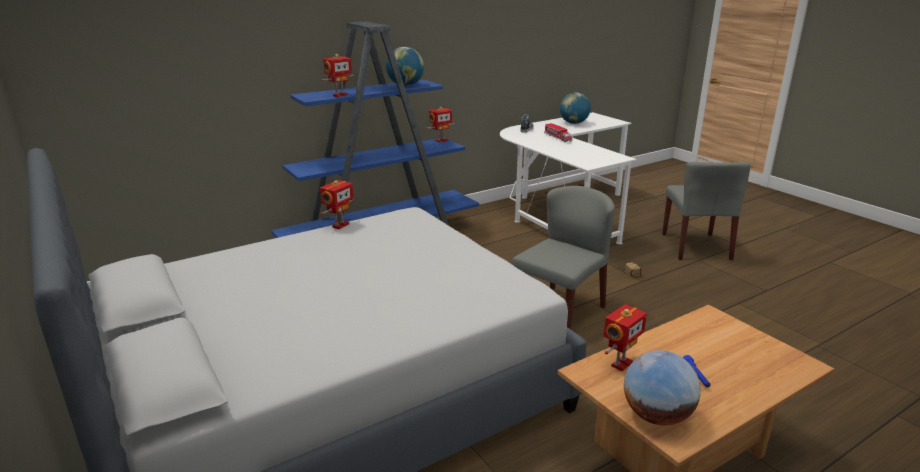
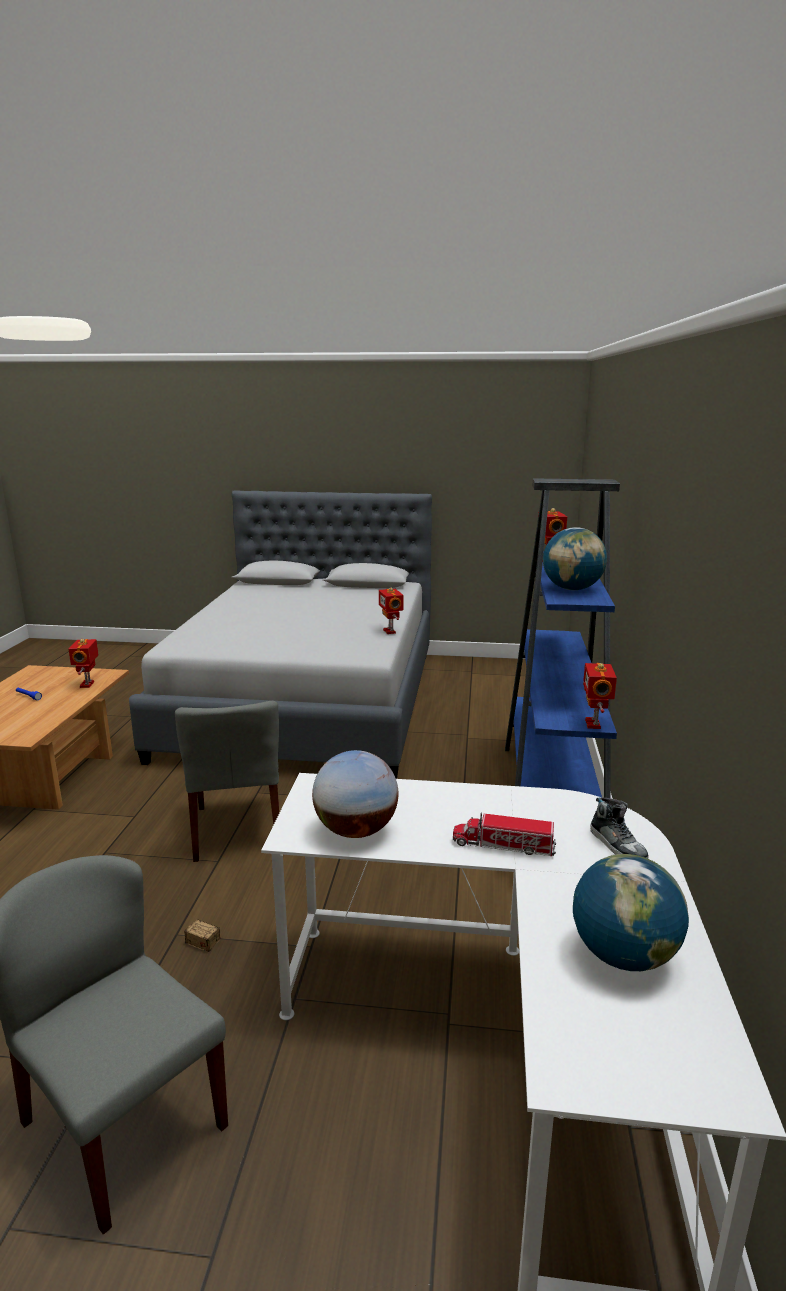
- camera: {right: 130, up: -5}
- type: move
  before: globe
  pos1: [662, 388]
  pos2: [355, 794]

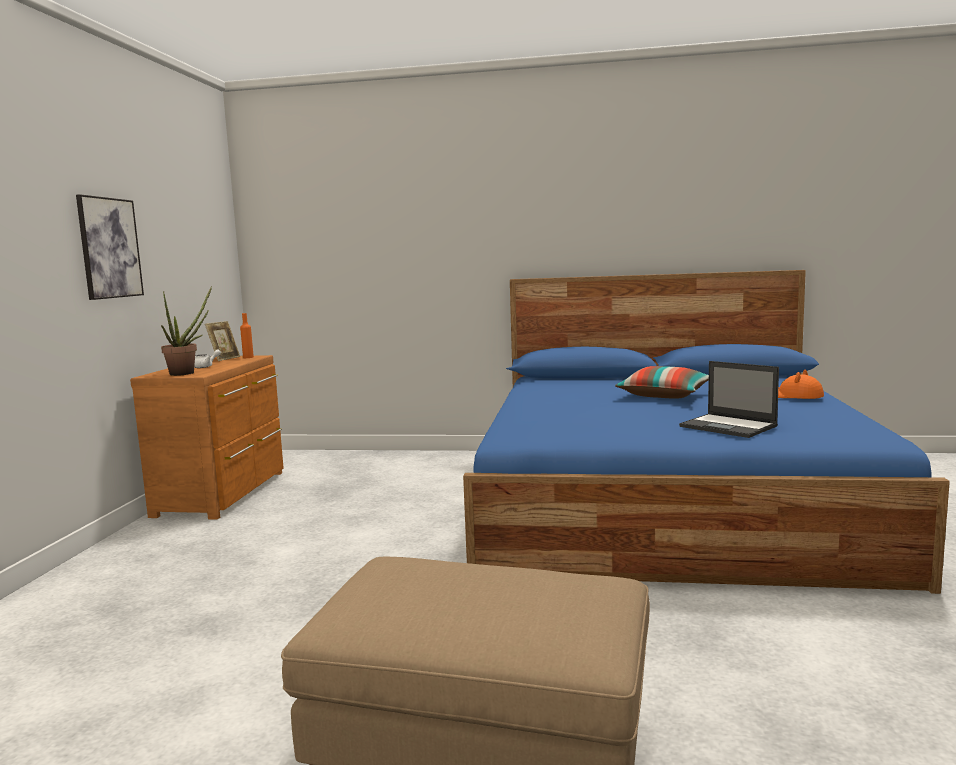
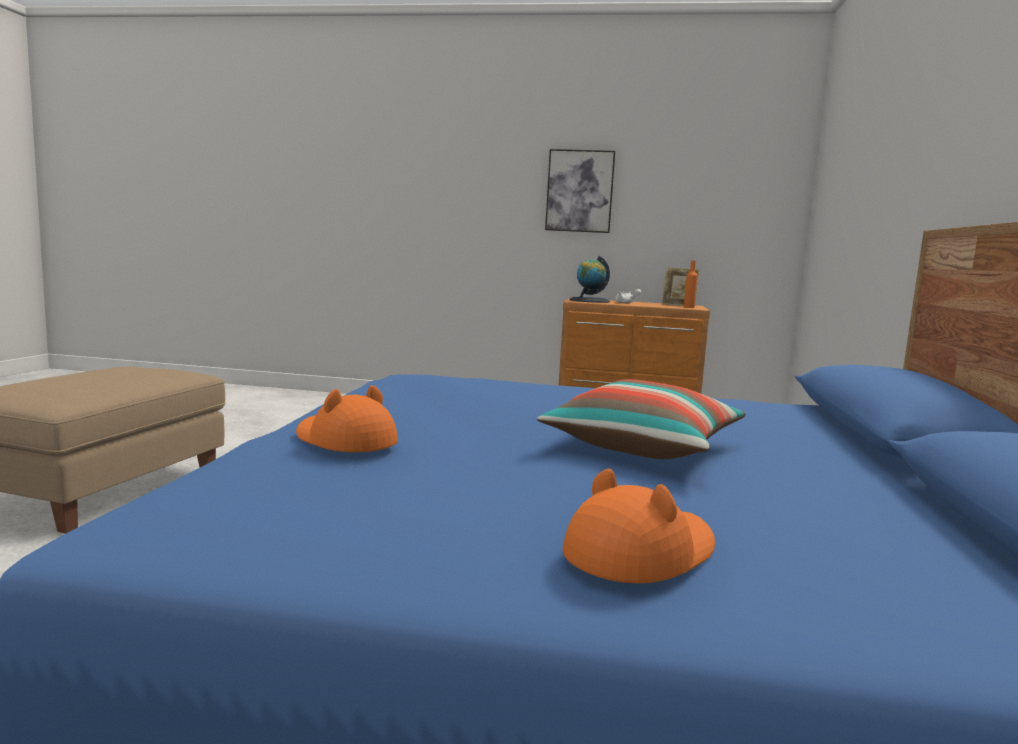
- camera: {right: 90, up: 0}
- type: replace
  before: plante en pot
  after: globe
  pos1: [186, 331]
  pos2: [589, 279]
- type: replace
  before: ordinateur portable
  after: chapeau/orange
  pos1: [729, 399]
  pos2: [347, 418]

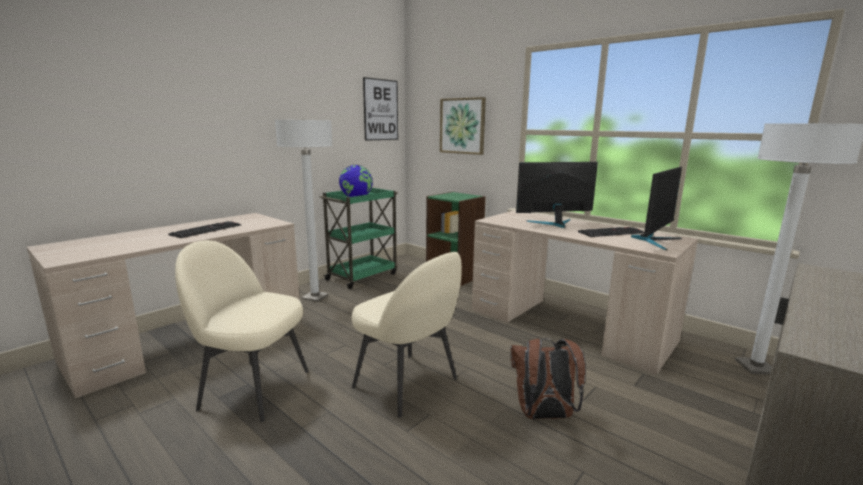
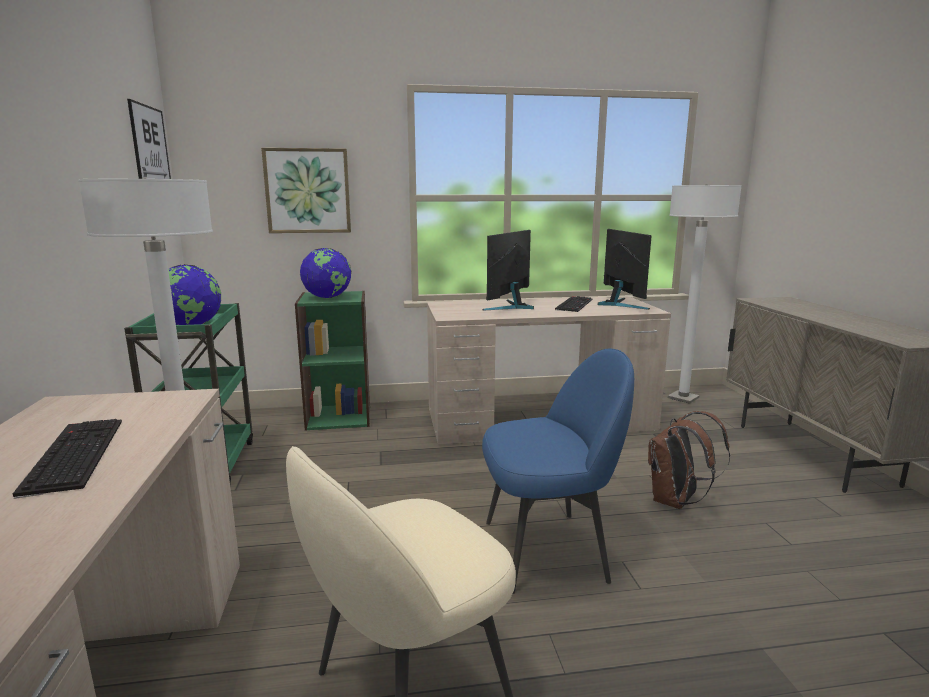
- camera: {right: -50, up: 0}
- type: insert
  after: globe
  pos2: [325, 273]
- type: recolor
  before: chaise/beige
  after: chaise/bleu
  pos1: [407, 335]
  pos2: [558, 471]

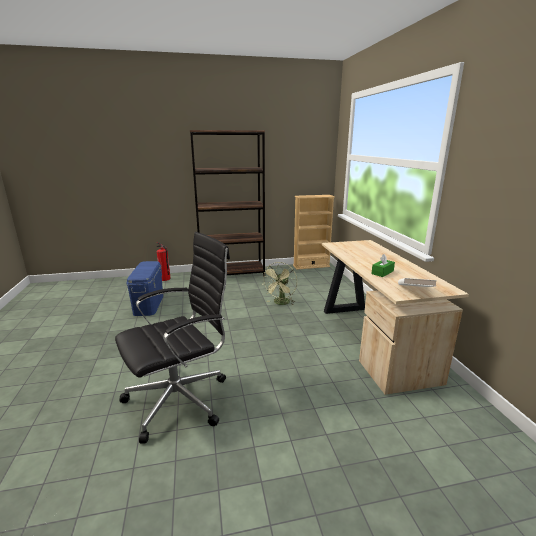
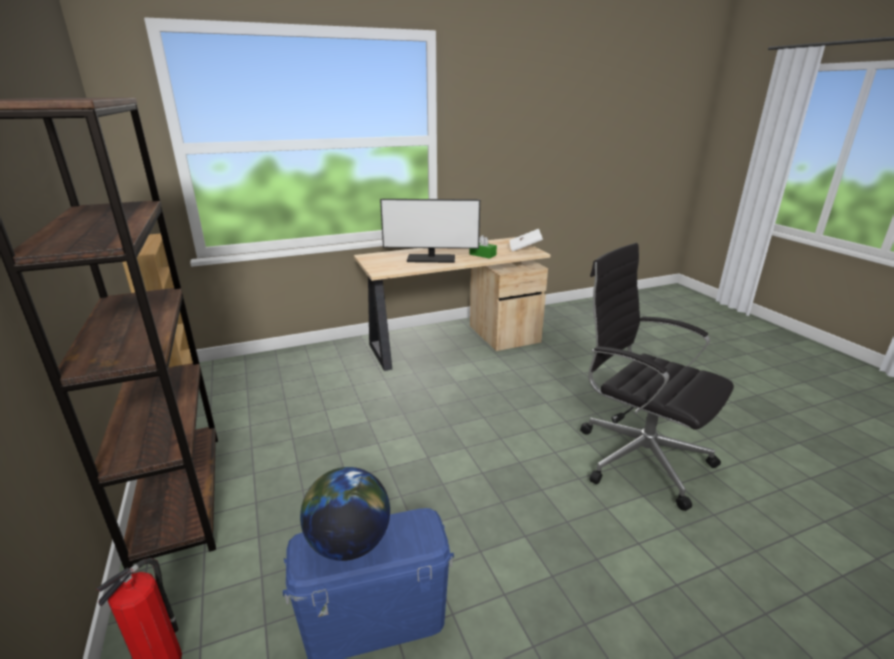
- camera: {right: -100, up: 5}
- type: delete
  before: ventilateur/vert
  pos1: [279, 283]
- type: insert
  after: globe
  pos2: [345, 514]
- type: insert
  after: écran d'ordinateur
  pos2: [430, 231]

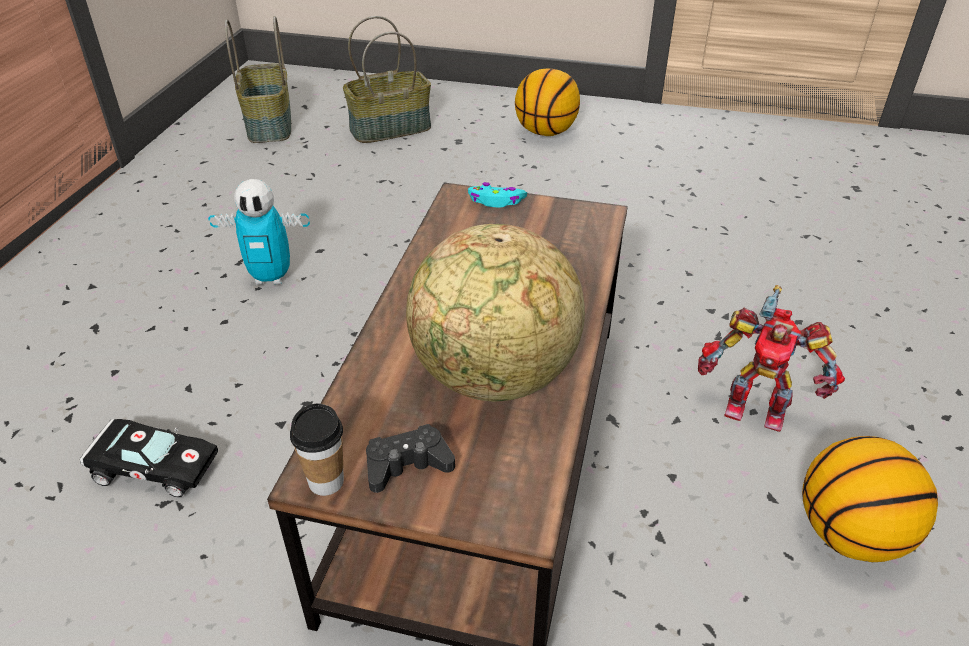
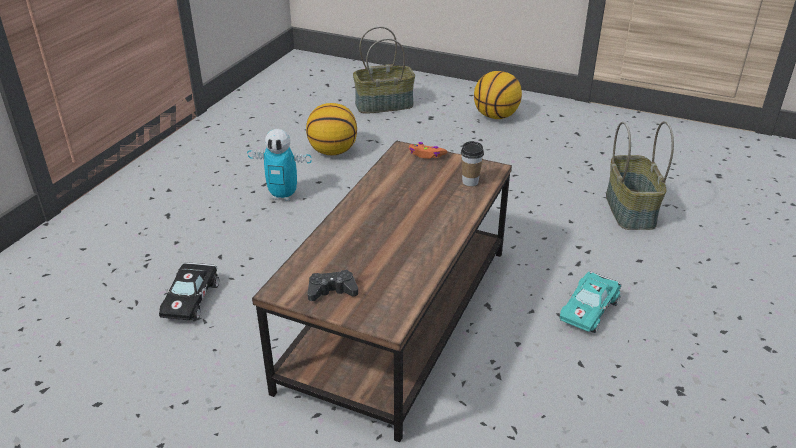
- camera: {right: 10, up: -5}
- type: delete
  before: globe
  pos1: [495, 313]
- type: move
  before: panier
  pos1: [258, 79]
  pos2: [640, 175]
- type: move
  before: tasse
  pos1: [317, 449]
  pos2: [472, 163]
- type: move
  before: ballon de basket
  pos1: [870, 499]
  pos2: [331, 129]
- type: replace
  before: robot jouet
  after: petite voiture/turquoise
  pos1: [771, 358]
  pos2: [590, 302]
- type: recolor
  before: manette/turquoise
  after: manette/orange
  pos1: [497, 194]
  pos2: [428, 150]
- type: rotate
  before: petite voiture/noir
  pos1: [149, 458]
  pos2: [189, 291]
  turn: 75

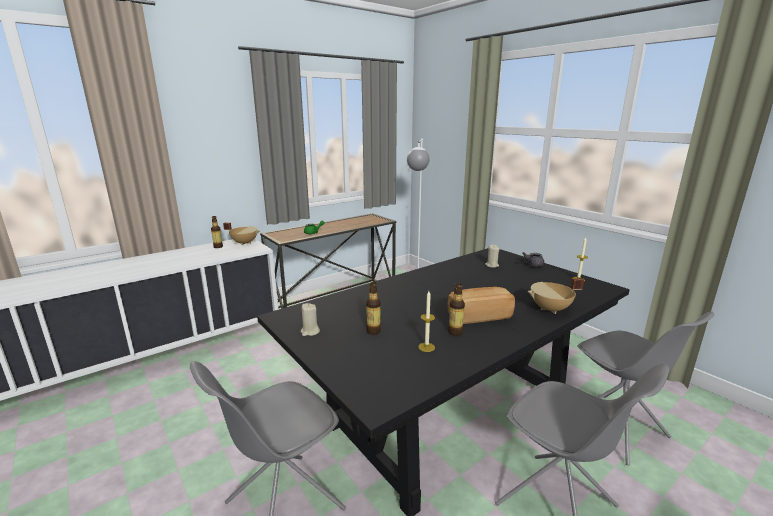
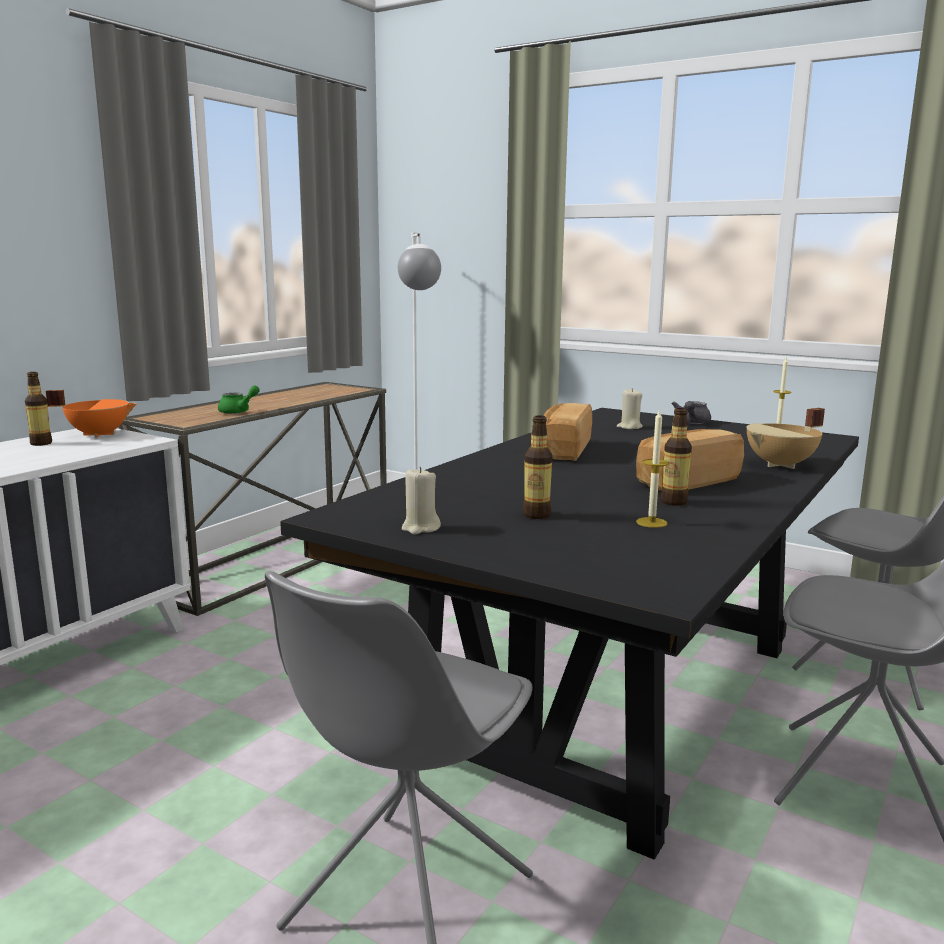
- camera: {right: -20, up: -5}
- type: insert
  after: pain
  pos2: [568, 432]
- type: recolor
  before: marmite/beige
  after: marmite/orange
  pos1: [241, 233]
  pos2: [91, 414]

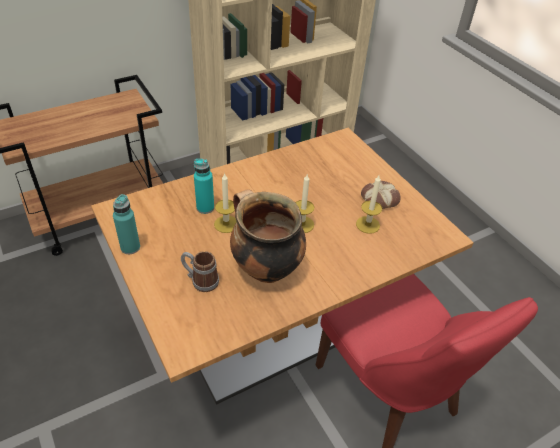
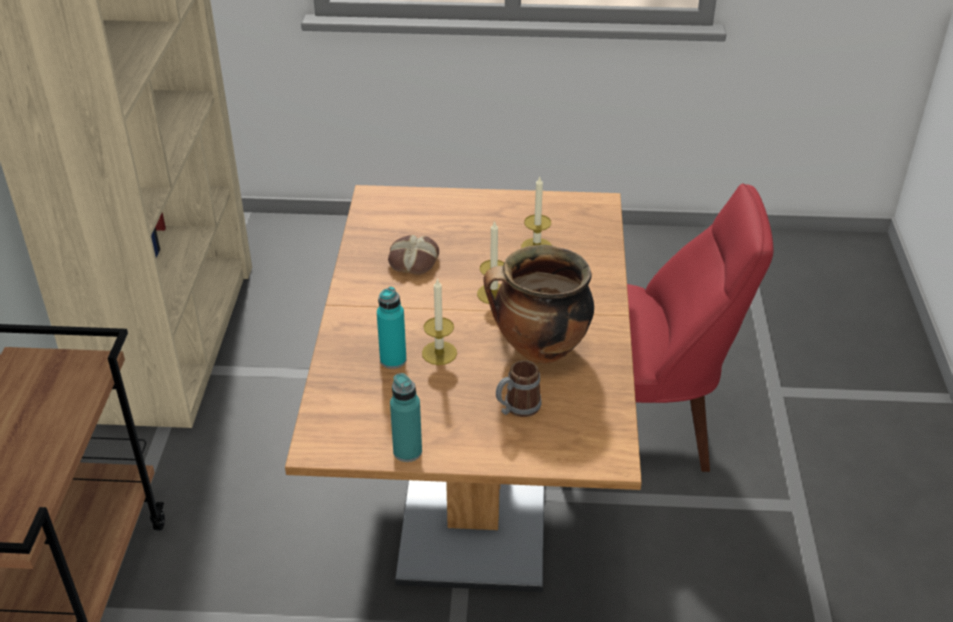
- camera: {right: -55, up: -5}
- type: move
  before: pain
  pos1: [381, 195]
  pos2: [413, 255]

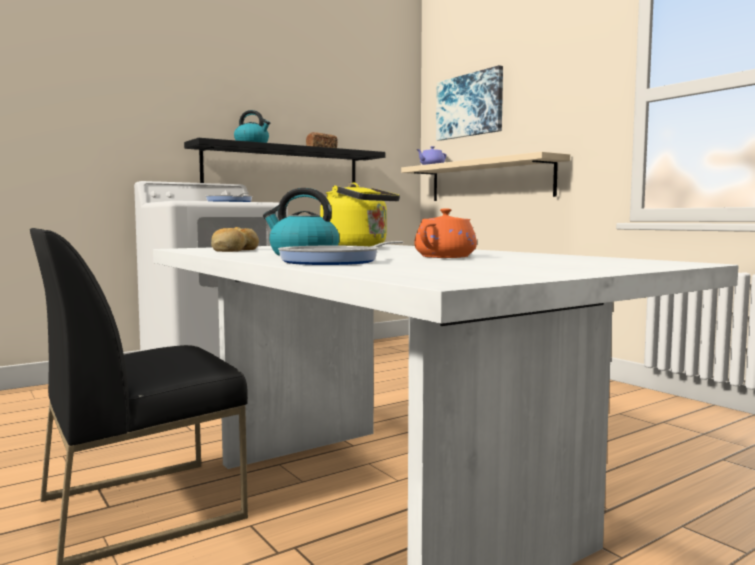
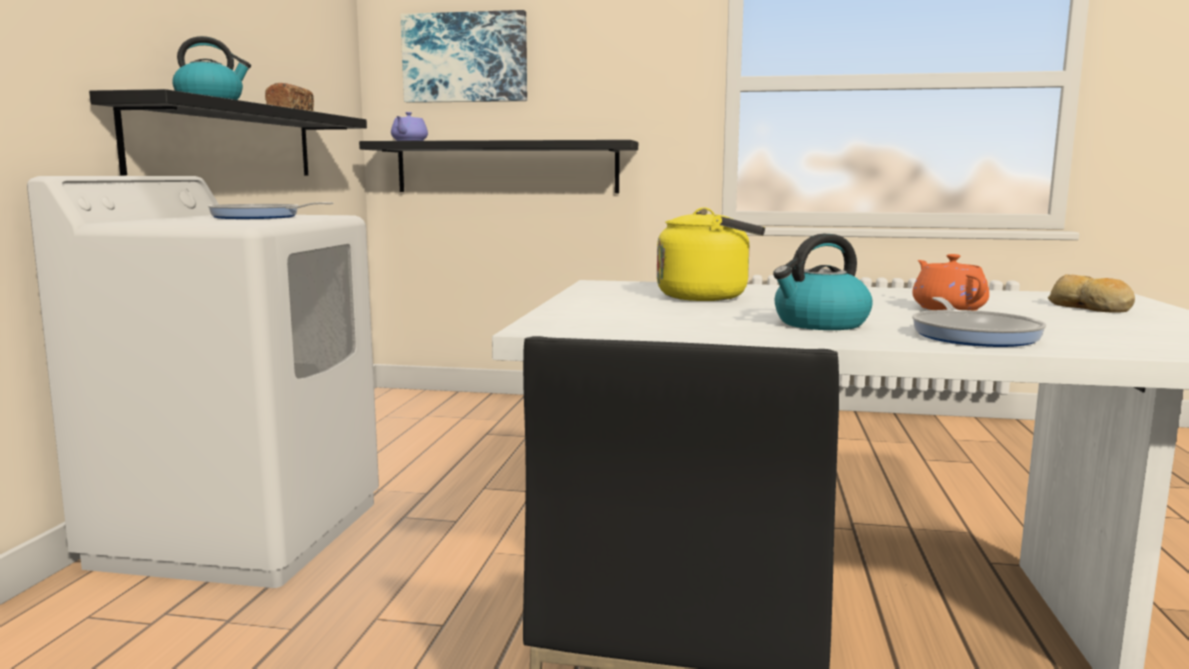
- camera: {right: -45, up: 5}
- type: move
  before: pain
  pos1: [235, 239]
  pos2: [1091, 293]
- type: recolor
  before: étagère/beige
  after: étagère/noir
  pos1: [485, 176]
  pos2: [498, 166]

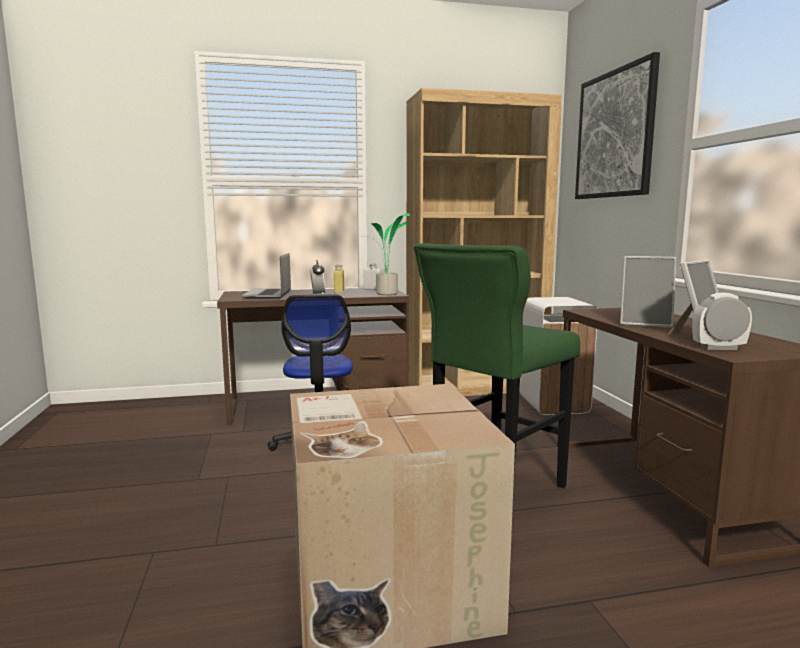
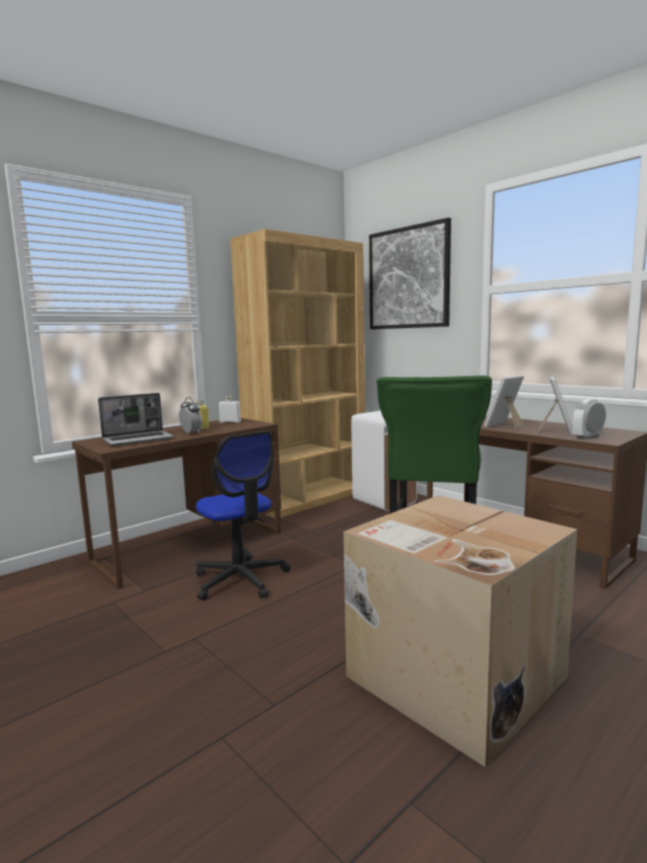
- camera: {right: -30, up: 0}
- type: delete
  before: plante en pot
  pos1: [385, 254]
- type: rotate
  before: ordinateur portable
  pos1: [266, 276]
  pos2: [136, 419]
  turn: -90
- type: rotate
  before: cadre photo
  pos1: [648, 292]
  pos2: [504, 402]
  turn: 150

